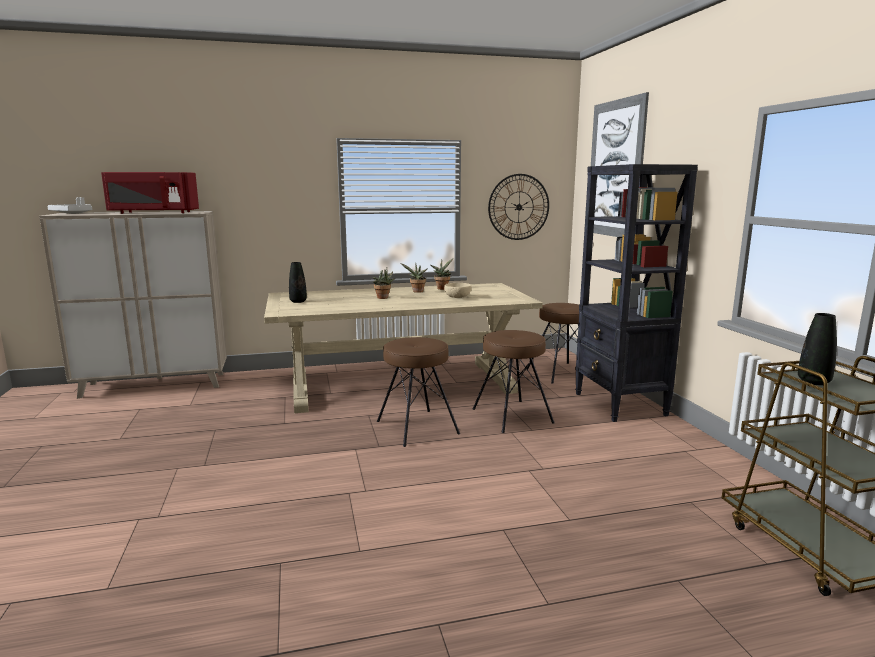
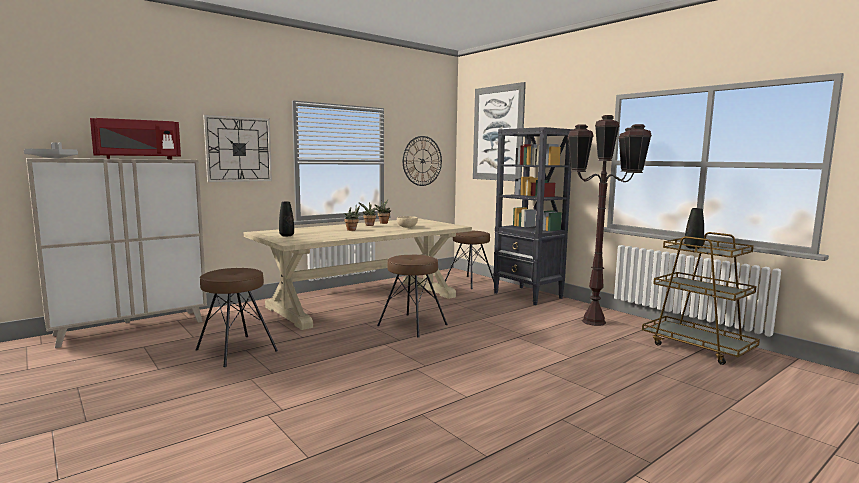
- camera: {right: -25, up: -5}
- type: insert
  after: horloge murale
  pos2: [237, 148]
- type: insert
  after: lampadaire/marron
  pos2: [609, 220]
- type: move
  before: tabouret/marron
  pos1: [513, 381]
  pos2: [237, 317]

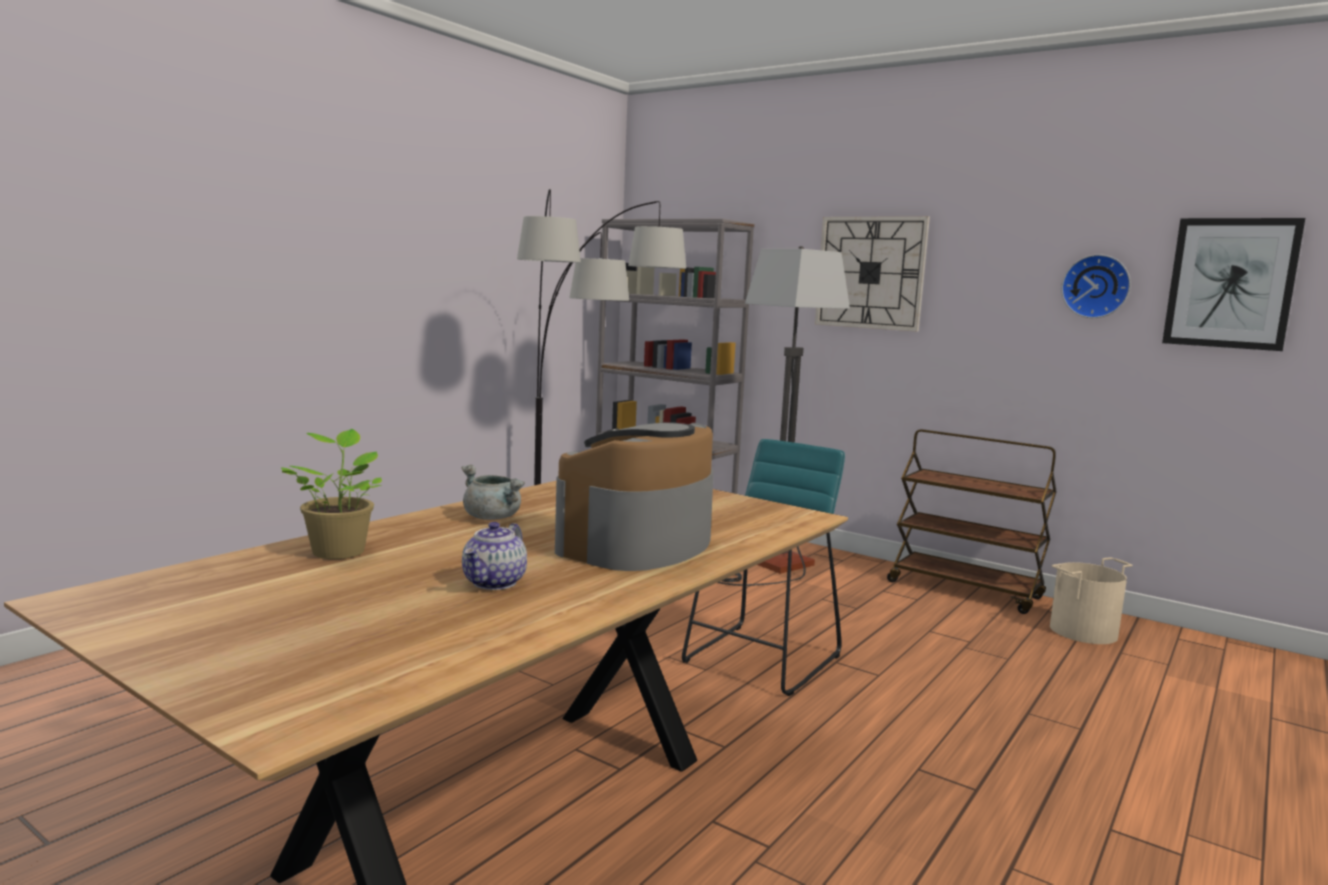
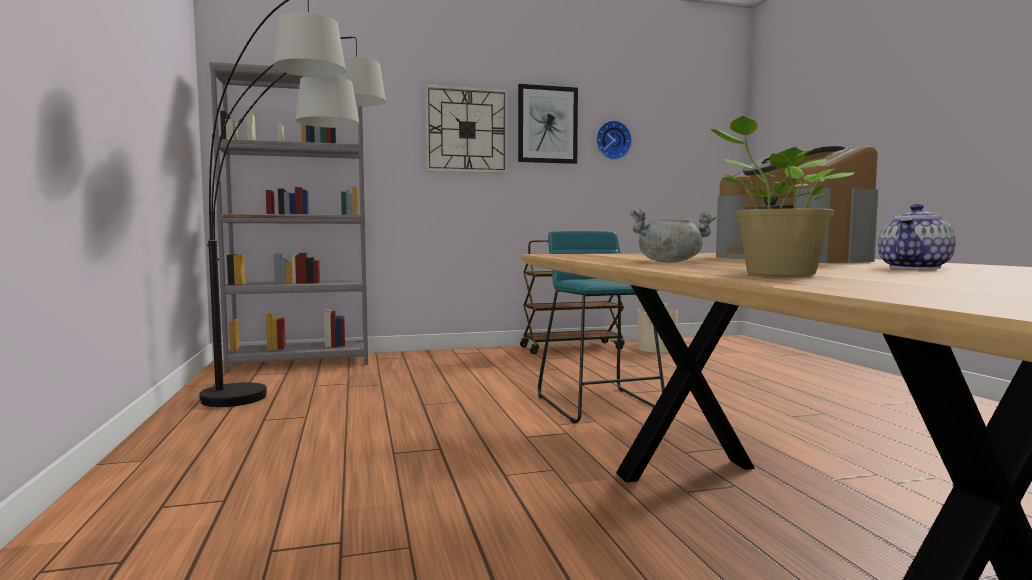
- camera: {right: -50, up: -5}
- type: delete
  before: lampadaire
  pos1: [783, 416]
- type: move
  before: tableau
  pos1: [1233, 284]
  pos2: [548, 124]
- type: rotate
  before: théière
  pos1: [494, 556]
  pos2: [917, 236]
  turn: 75

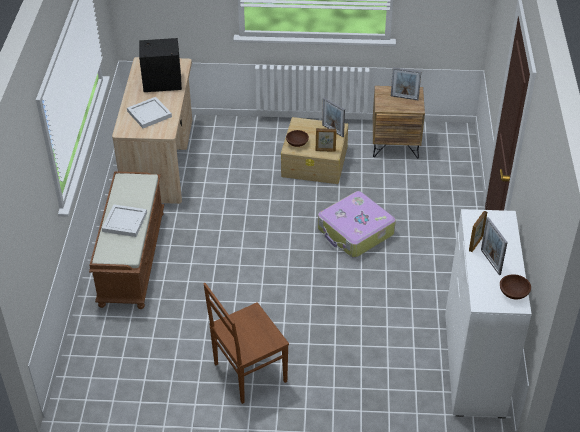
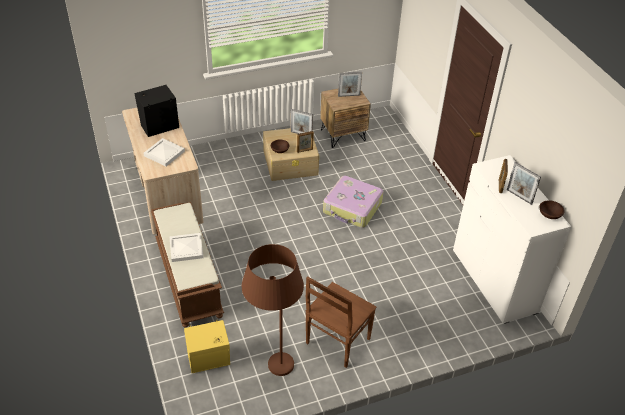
- camera: {right: -25, up: 0}
- type: insert
  after: enceinte/jaune
  pos2: [207, 346]
- type: insert
  after: lampadaire/marron
  pos2: [273, 310]

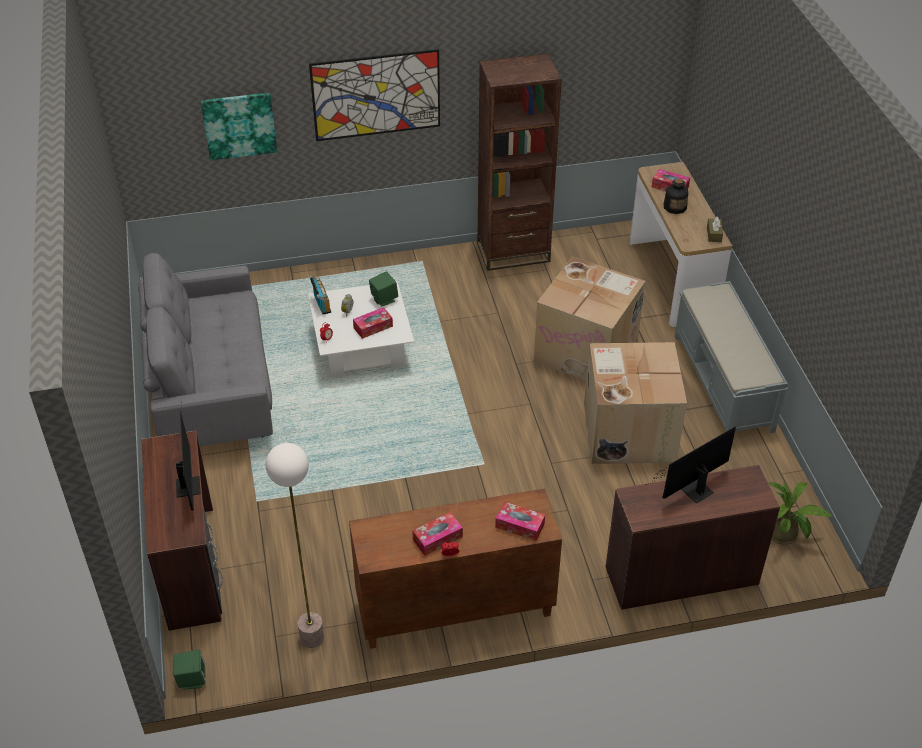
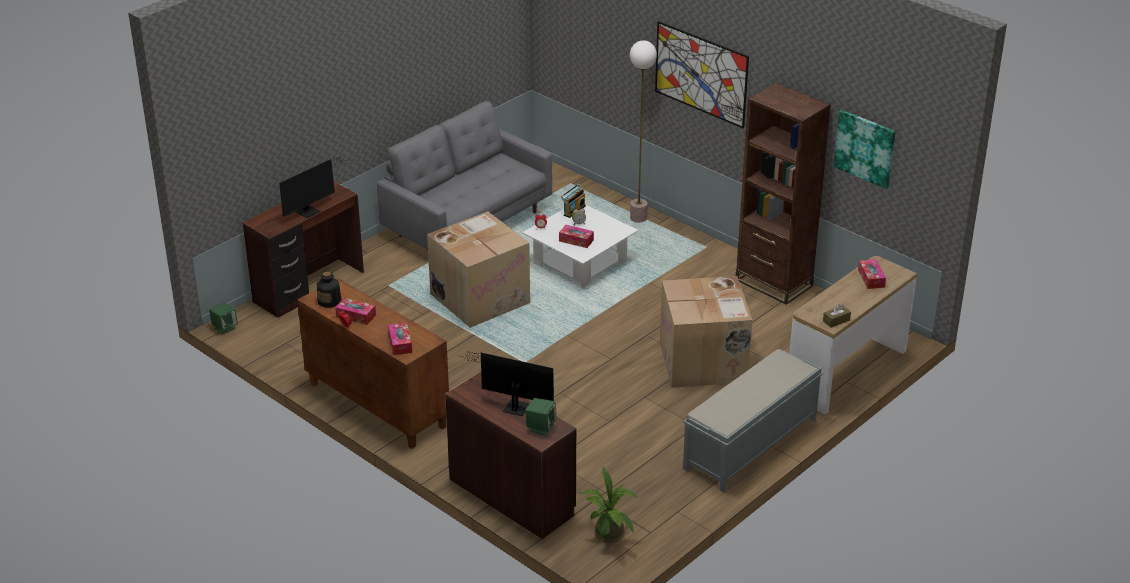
- camera: {right: 55, up: -10}
- type: move
  before: tableau
  pos1: [239, 126]
  pos2: [865, 149]
- type: move
  before: lampadaire
  pos1: [295, 545]
  pos2: [643, 131]
- type: move
  before: enceinte/vert
  pos1: [383, 288]
  pos2: [541, 417]
- type: move
  before: carton
  pos1: [635, 403]
  pos2: [478, 270]
- type: move
  before: bouteille
  pos1: [676, 196]
  pos2: [329, 290]

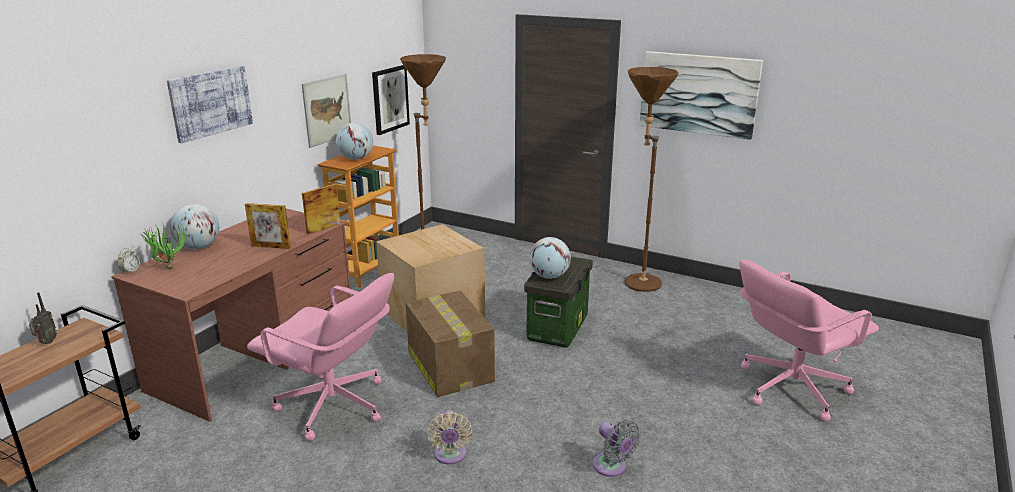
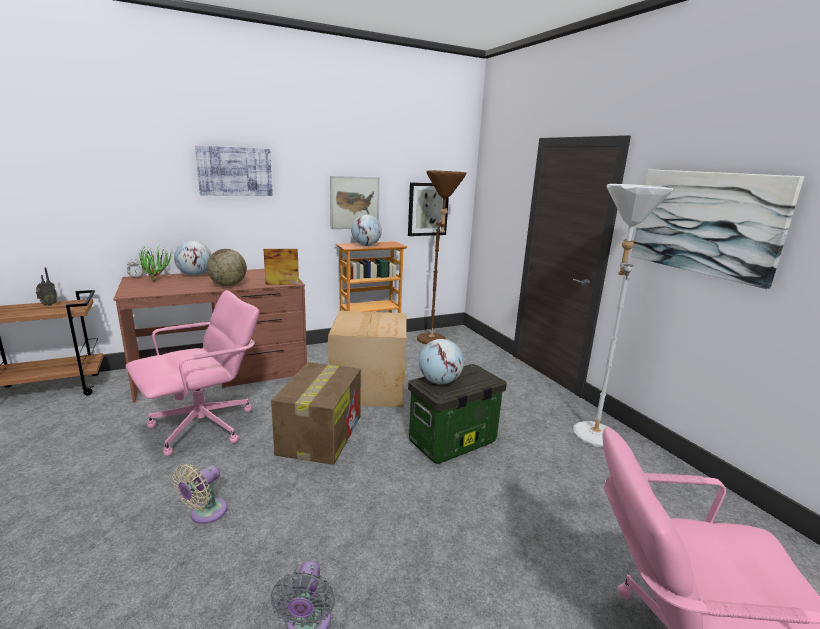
- camera: {right: 35, up: -5}
- type: replace
  before: cadre photo
  after: globe
  pos1: [268, 226]
  pos2: [227, 267]
- type: recolor
  before: lampadaire/marron
  after: lampadaire/blanc
  pos1: [651, 179]
  pos2: [623, 315]
- type: rotate
  before: chaise de bureau/rose
  pos1: [320, 356]
  pos2: [192, 373]
  turn: -105

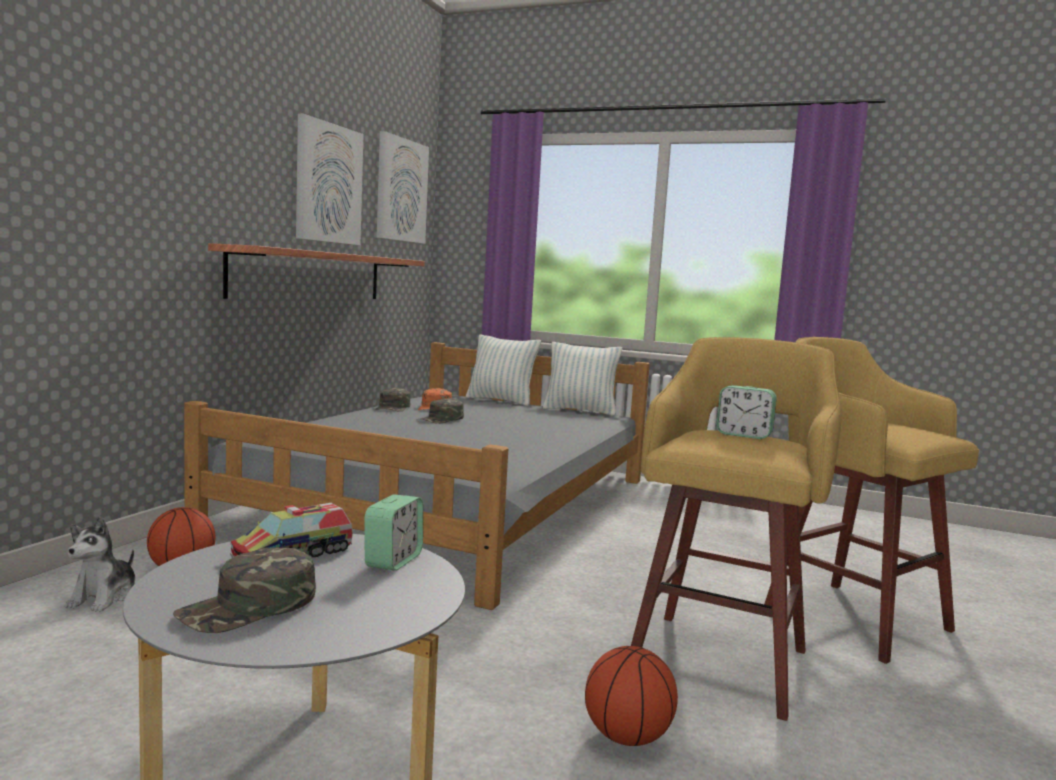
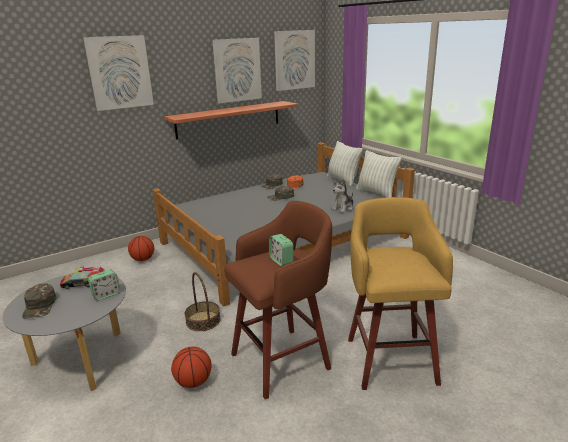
- camera: {right: 35, up: 15}
- type: insert
  after: tableau
  pos2: [118, 73]
- type: insert
  after: panier
  pos2: [203, 301]
- type: move
  before: peluche
  pos1: [100, 564]
  pos2: [342, 196]
- type: recolor
  before: tabouret/jaune
  after: tabouret/marron
  pos1: [736, 529]
  pos2: [278, 300]
- type: rotate
  before: casquette/vert
  pos1: [244, 590]
  pos2: [39, 301]
  turn: -90

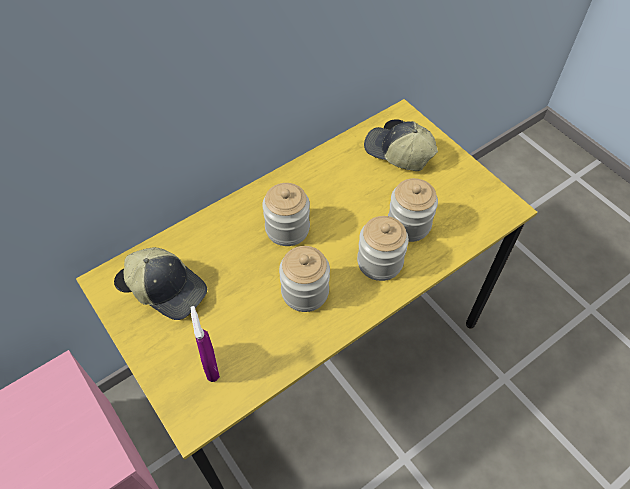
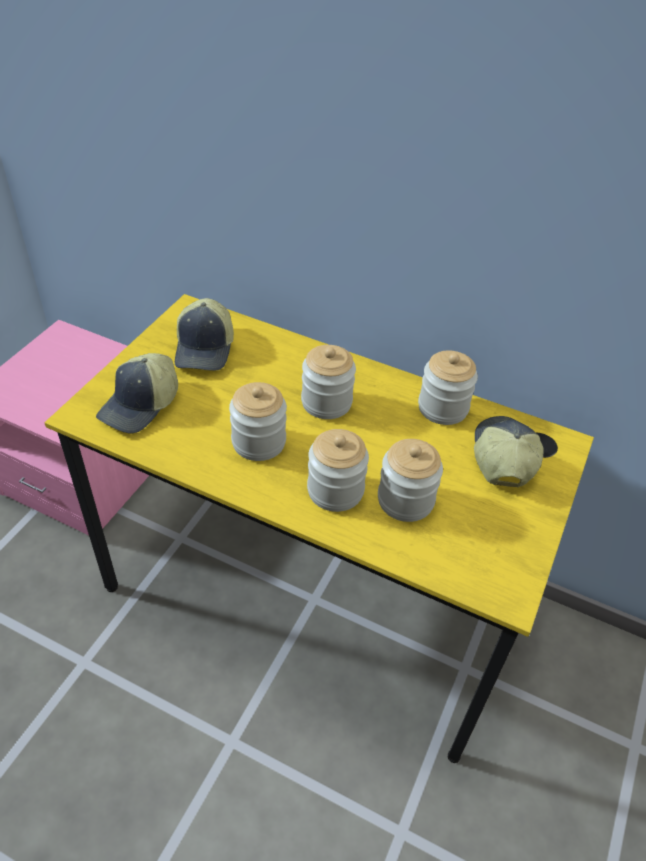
- camera: {right: 60, up: -10}
- type: insert
  after: bocal
  pos2: [448, 388]
- type: replace
  before: vaporisateur/violet
  after: casquette
  pos1: [205, 344]
  pos2: [137, 393]

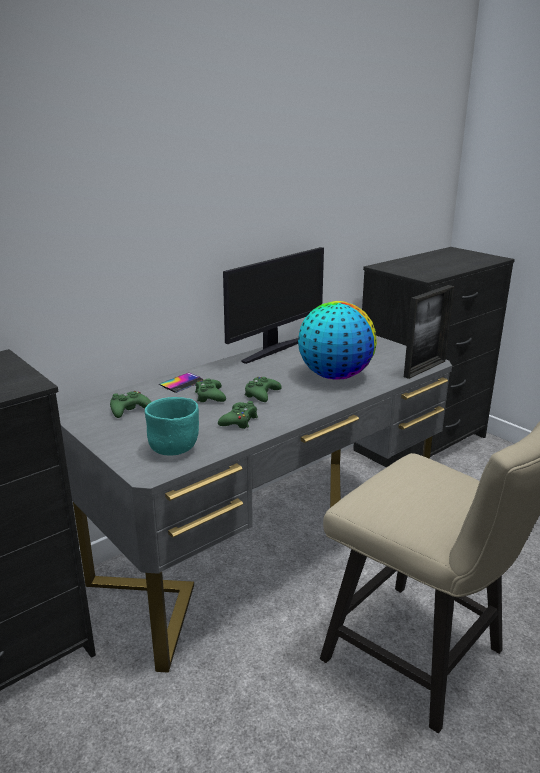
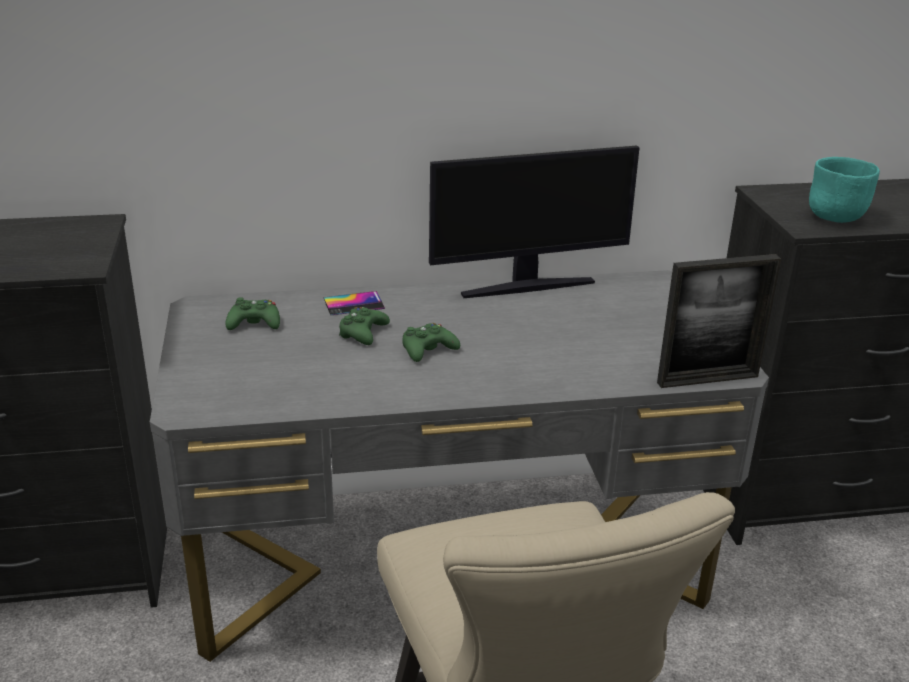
- camera: {right: 30, up: 5}
- type: delete
  before: manette/vert
  pos1: [238, 415]
- type: delete
  before: globe
  pos1: [337, 340]
- type: move
  before: bol/turquoise
  pos1: [172, 426]
  pos2: [844, 190]

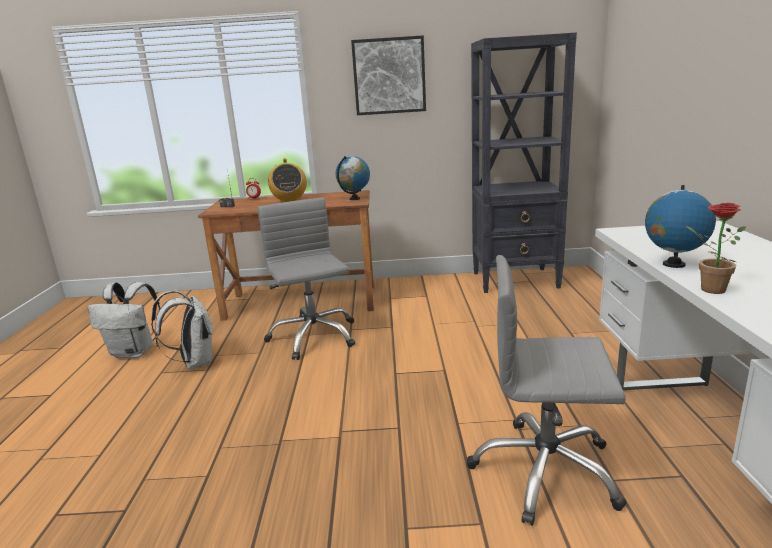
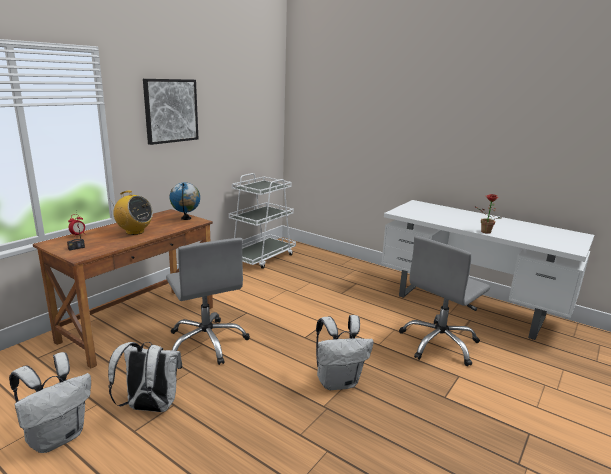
- camera: {right: -55, up: 0}
- type: delete
  before: globe
  pos1: [680, 226]
- type: insert
  after: sac à dos/blanc
  pos2: [345, 352]
- type: replace
  before: bibliothèque/noir
  after: chariot/blanc
  pos1: [524, 162]
  pos2: [262, 221]
- type: rotate
  before: chaise de bureau/gris
  pos1: [306, 279]
  pos2: [208, 301]
  turn: -135

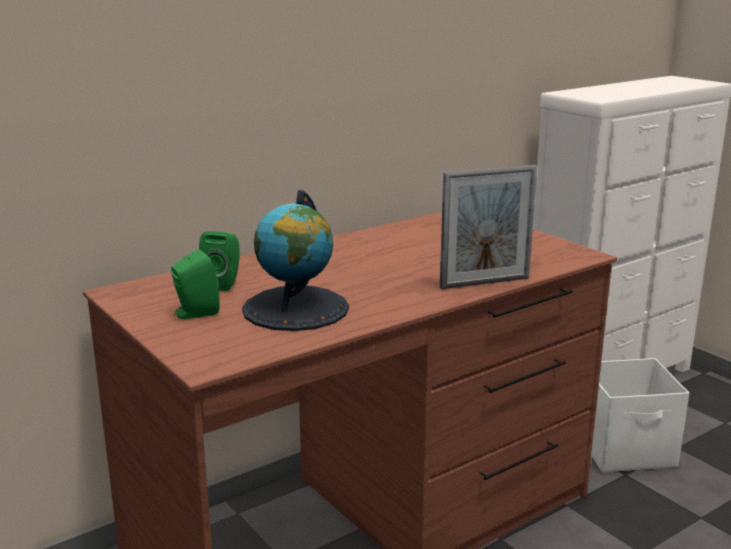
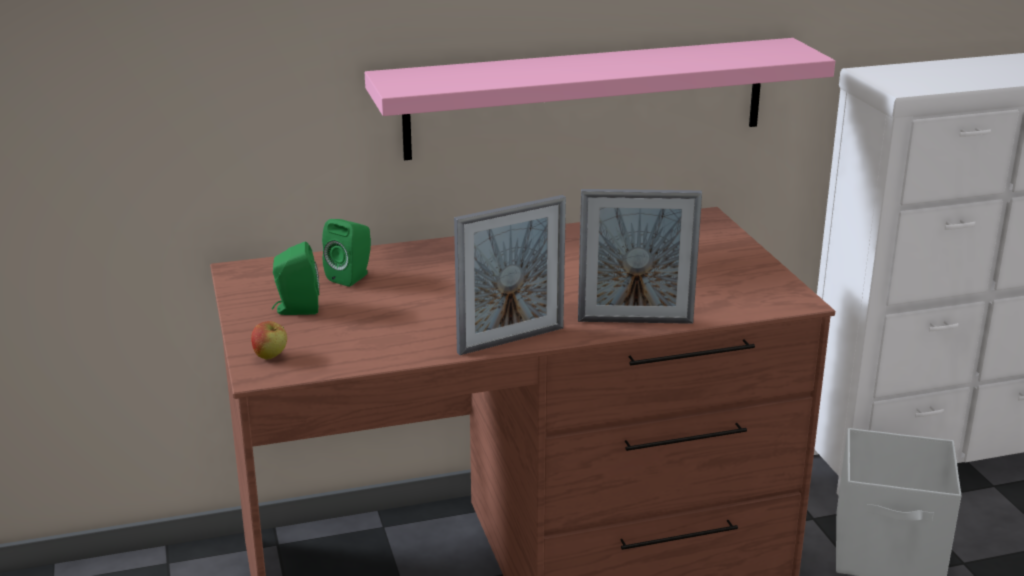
- camera: {right: 20, up: 5}
- type: delete
  before: globe
  pos1: [295, 260]
- type: insert
  after: pomme
  pos2: [269, 340]
- type: insert
  after: étagère/rose
  pos2: [600, 99]
- type: insert
  after: cadre photo
  pos2: [510, 275]

